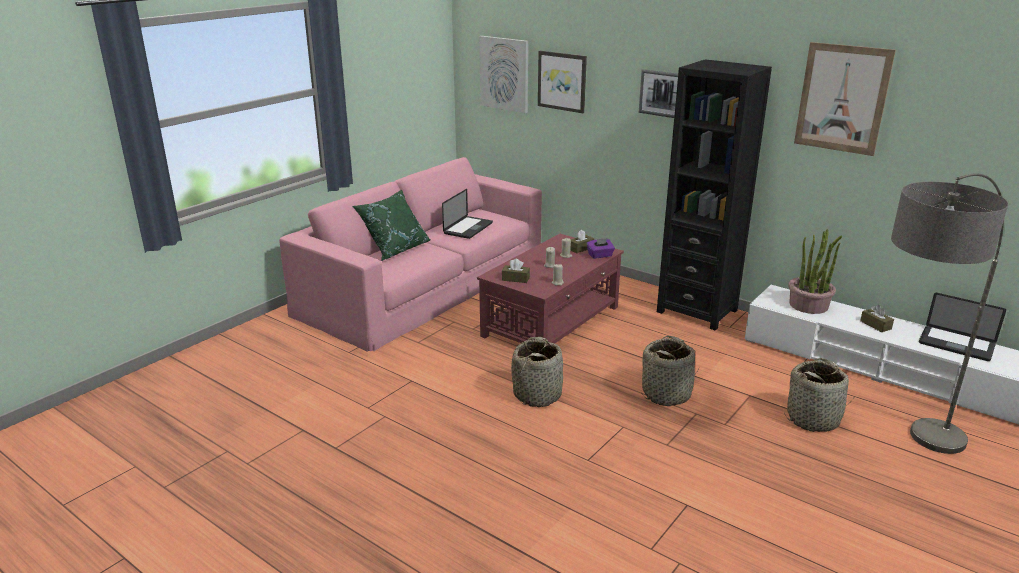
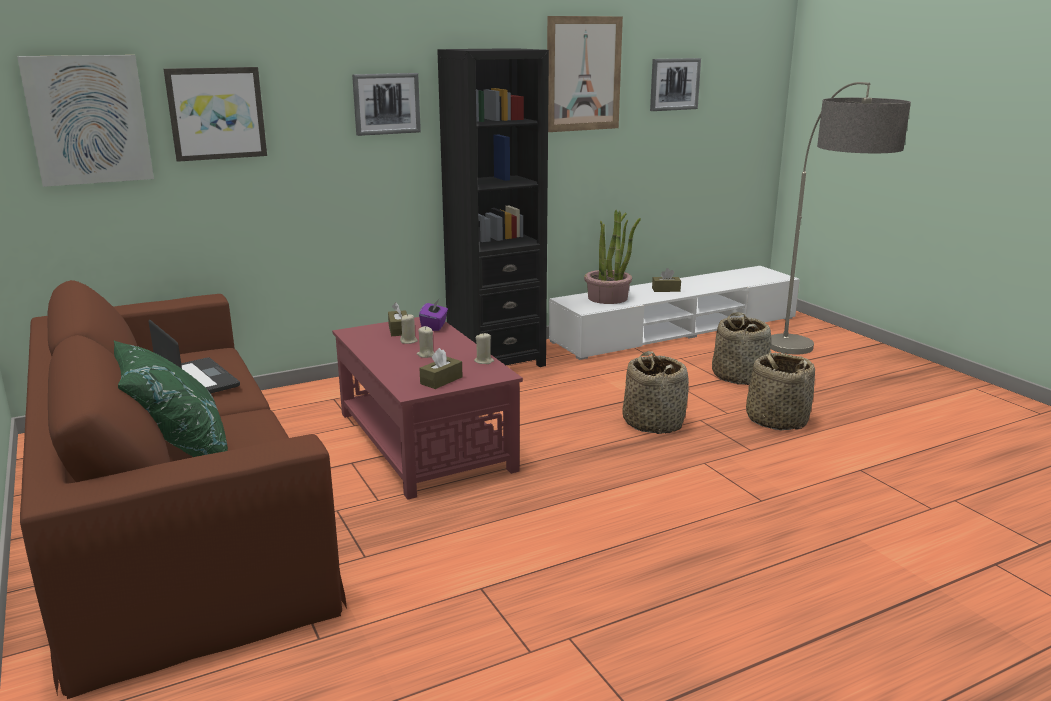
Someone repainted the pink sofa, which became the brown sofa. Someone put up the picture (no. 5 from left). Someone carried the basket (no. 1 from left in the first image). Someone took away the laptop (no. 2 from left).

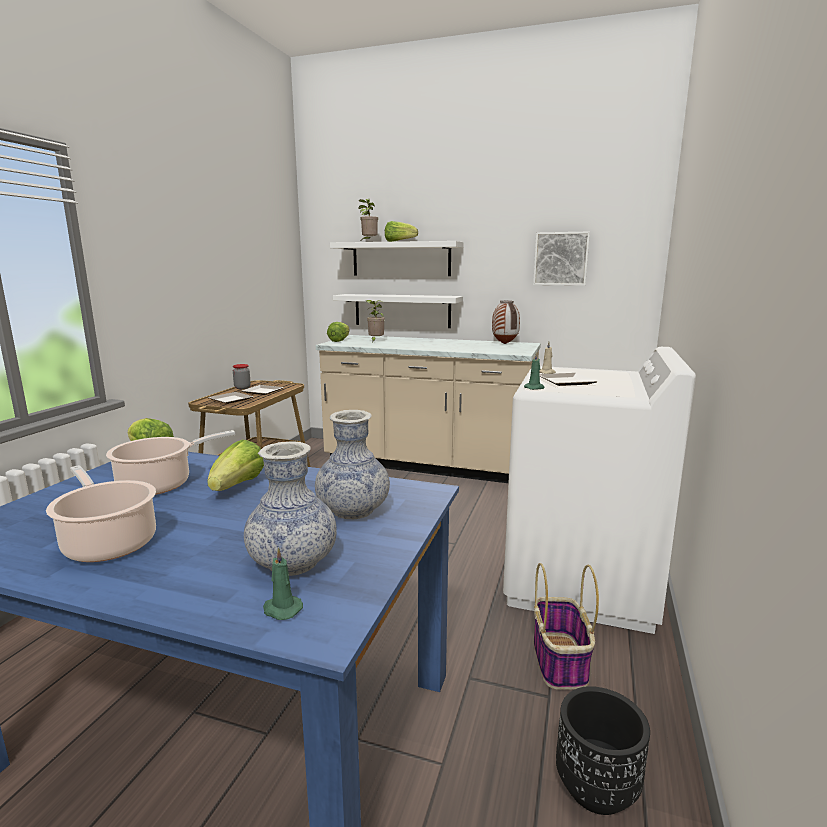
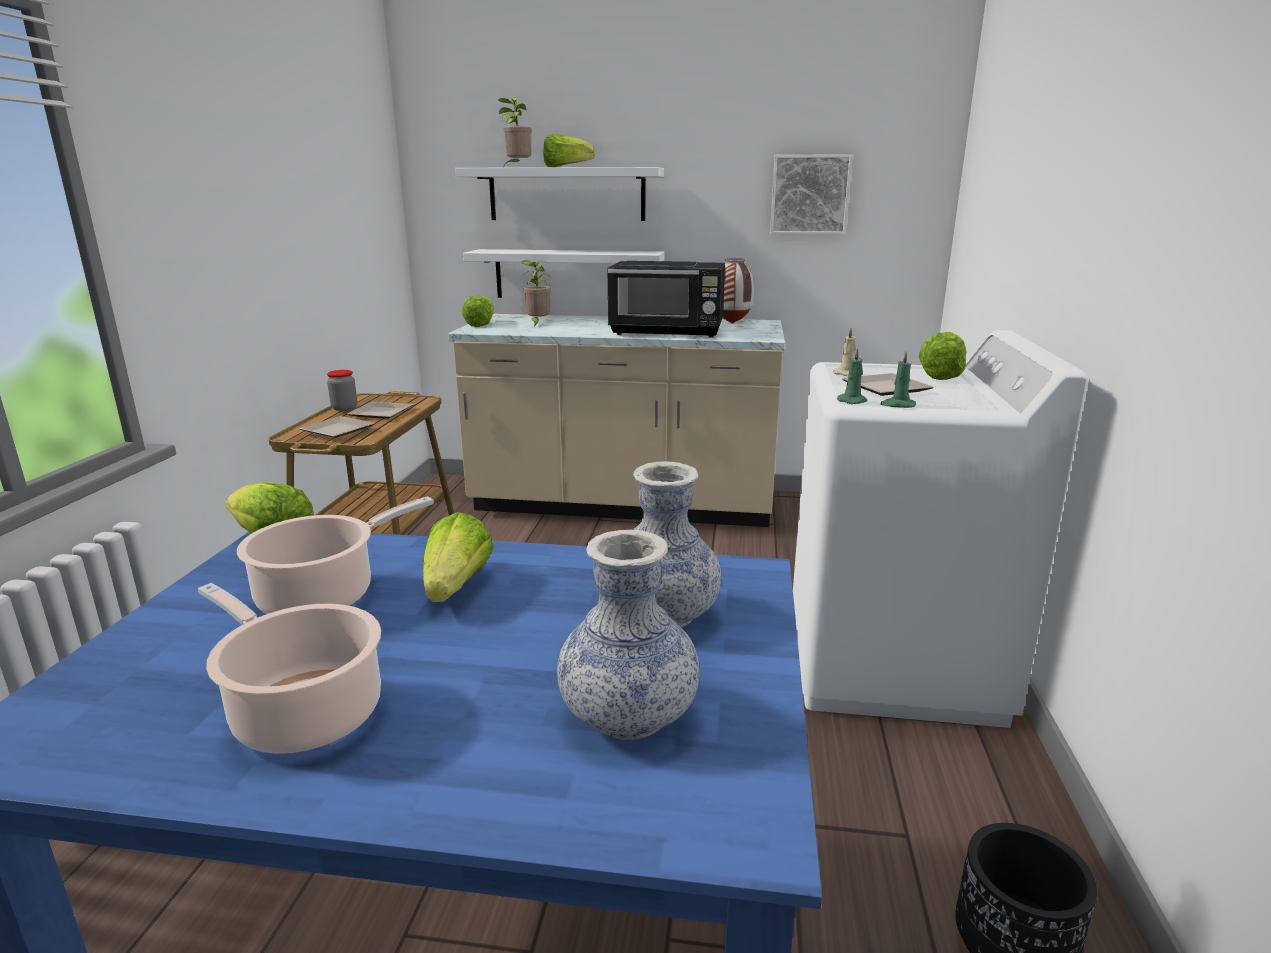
Someone put down the black microwave. Someone carried the green candle (no. 1 from left in the first image). Someone put down the lettuce (no. 5 from left). Someone took away the basket.

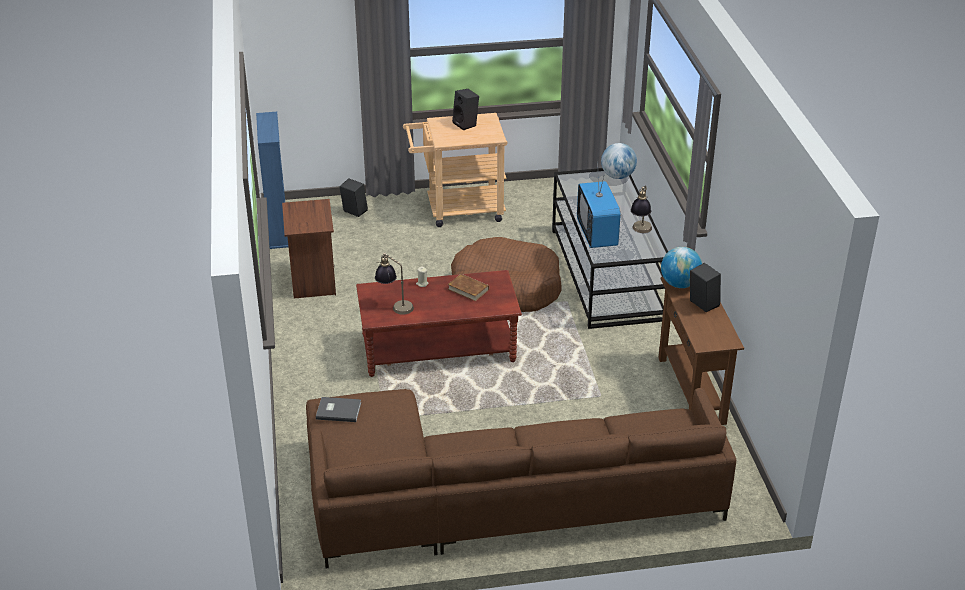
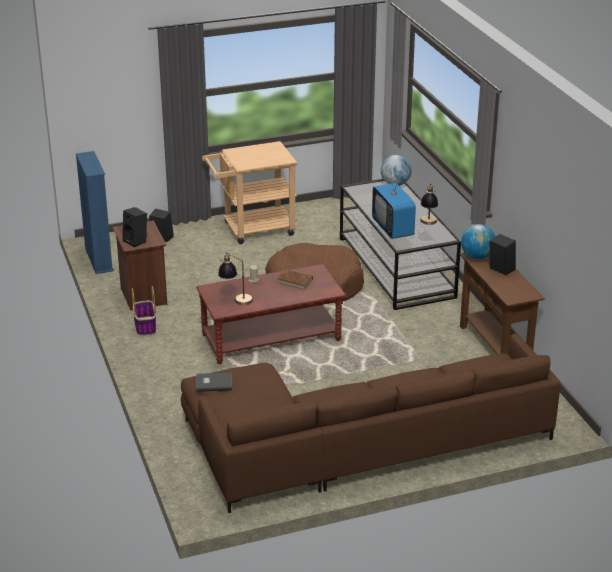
Someone carried the black speaker (no. 2 from left in the first image). Someone put down the basket.

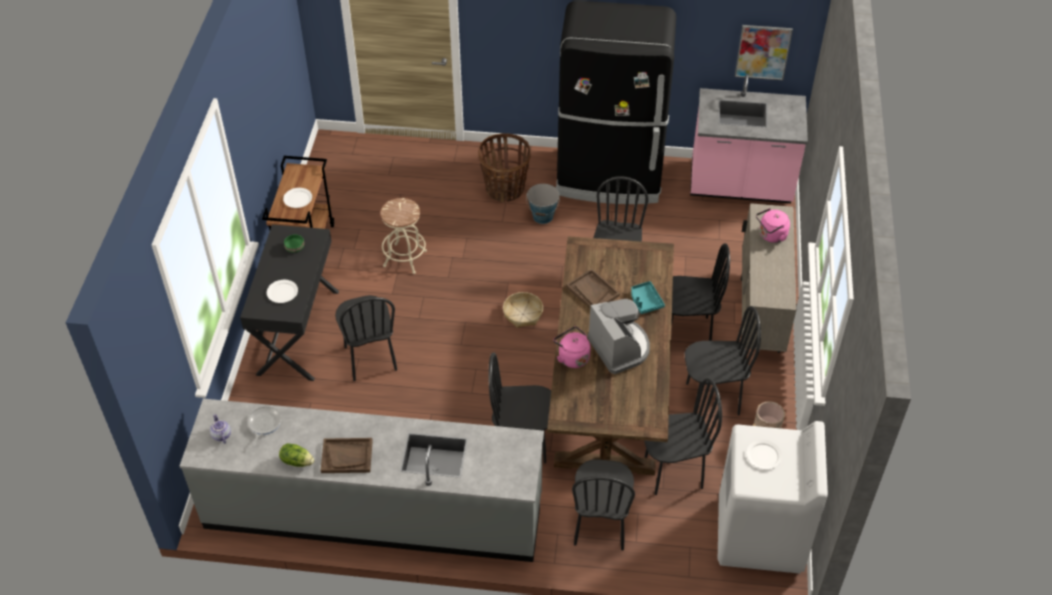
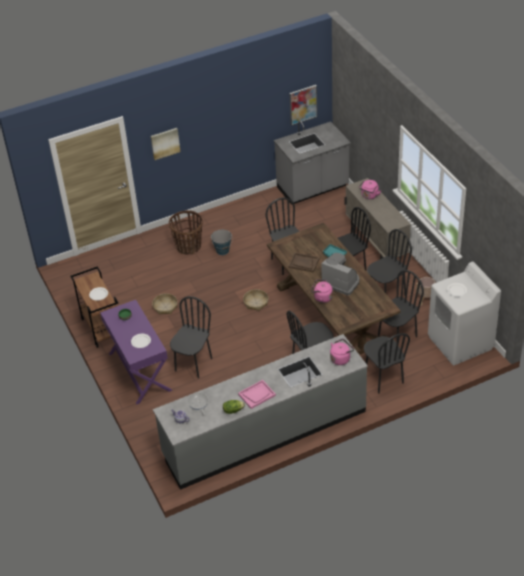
Someone repainted the black desk, which became the purple desk. Someone put up the picture (no. 1 from left). Someone swapped the beige stool for the basket (no. 1 from left). Someone rotated the black chair (no. 1 from left) by 105 degrees counterclockwise. Someone repainted the brown tray (no. 1 from left), which became the pink tray. Someone repainted the pink counter, which became the grey counter (no. 2 from left). Someone put down the pink kettle (no. 2 from left). Someone took away the black fridge.

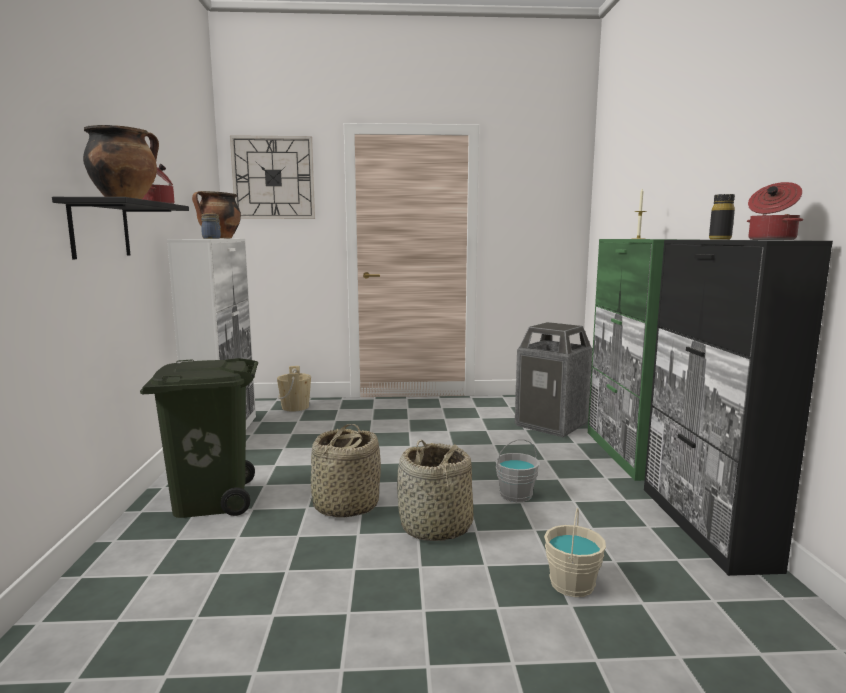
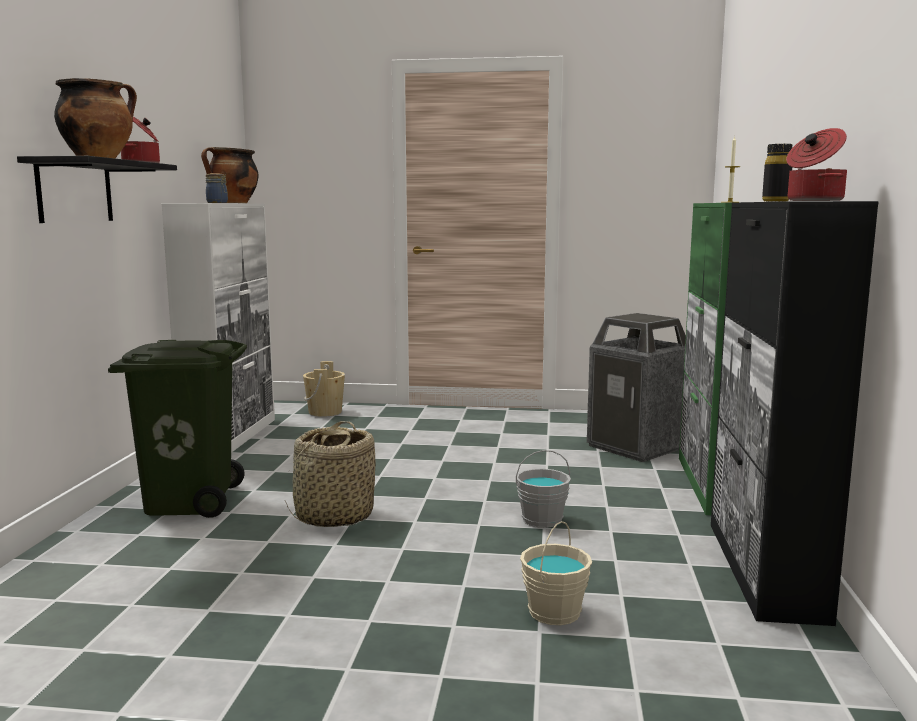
Someone took away the wall clock. Someone took away the basket (no. 2 from left).

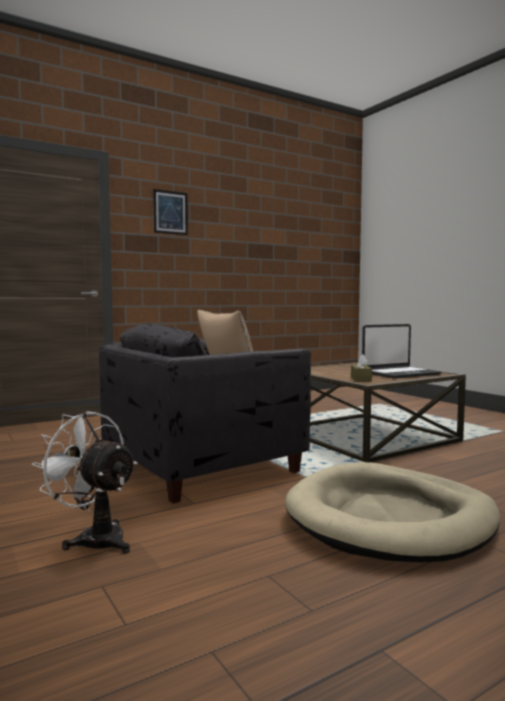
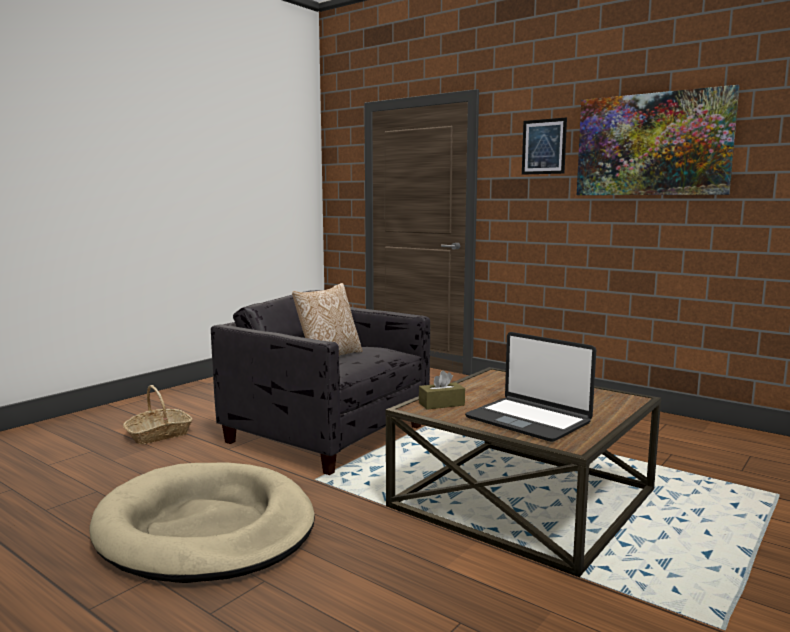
Someone swapped the white fan for the basket. Someone put up the picture (no. 2 from left).

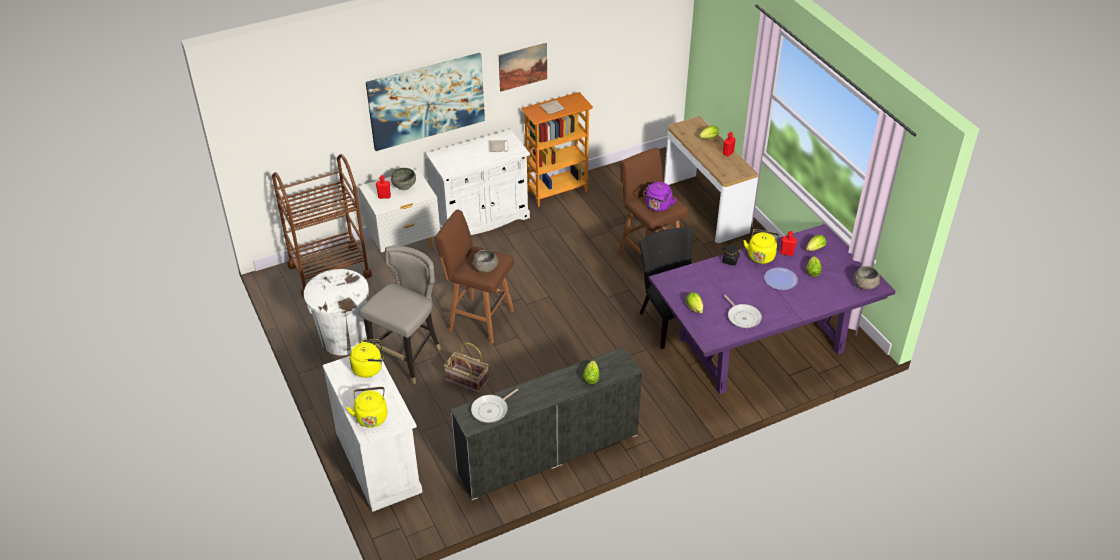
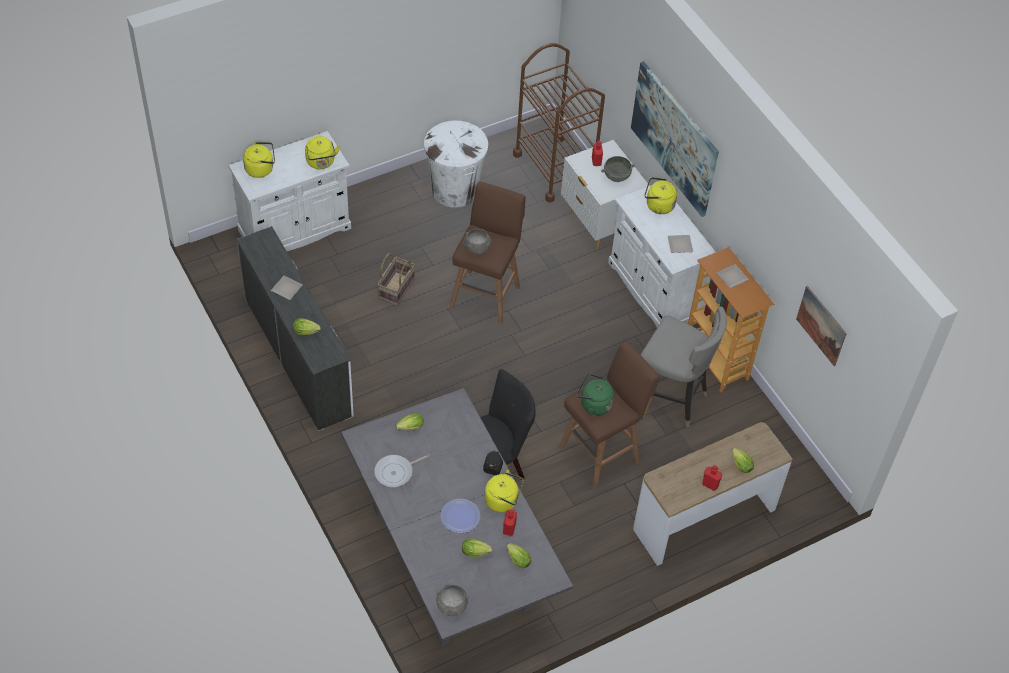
Someone put down the plate (no. 1 from left). Someone repainted the purple dining table, which became the grey dining table. Someone repainted the purple kettle, which became the green kettle. Someone carried the grey stool. Someone put down the yellow kettle (no. 4 from left). Someone carried the picture (no. 2 from left). Someone took away the frying pan (no. 1 from left).

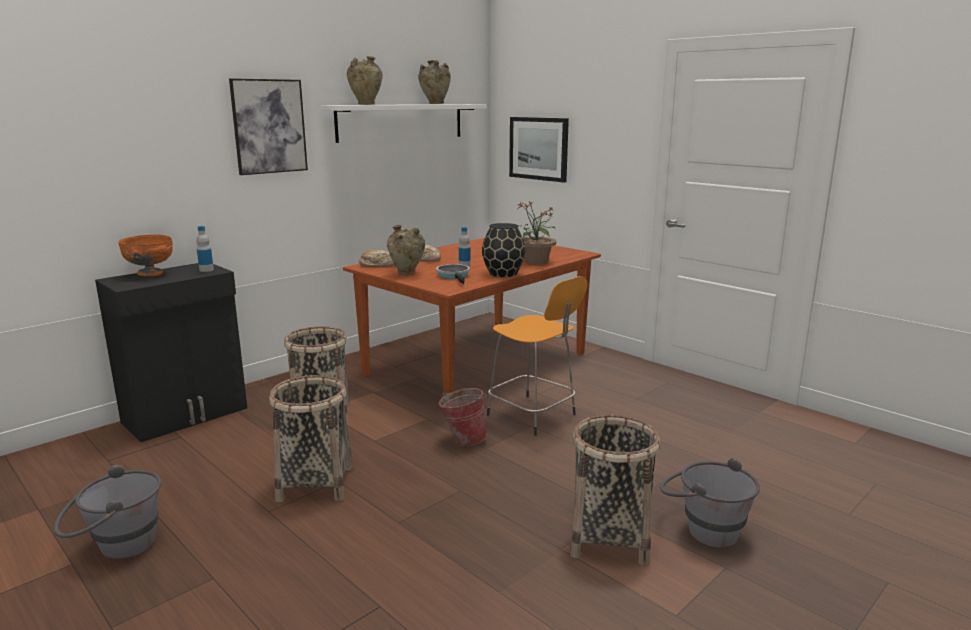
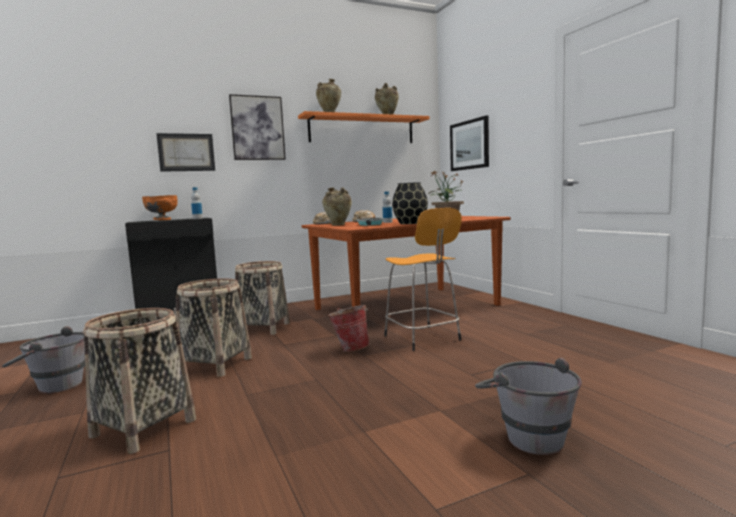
Someone carried the basket (no. 3 from left in the first image). Someone put up the picture (no. 1 from left). Someone repainted the white shelf, which became the orange shelf.

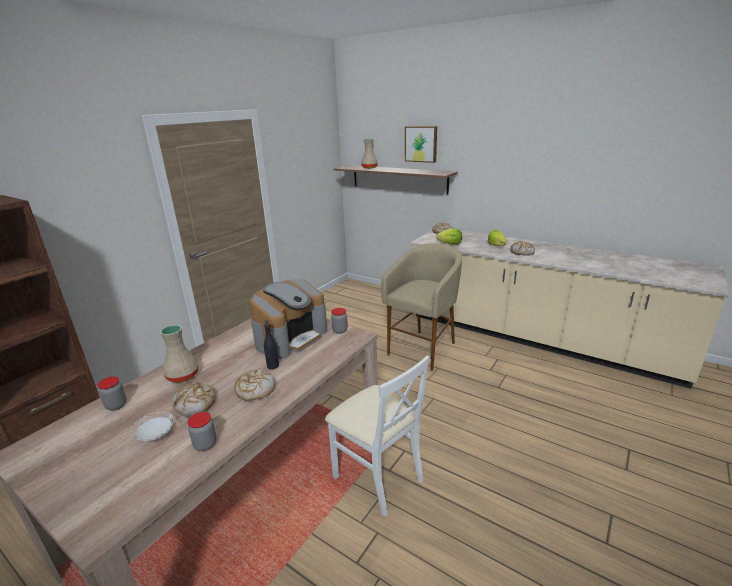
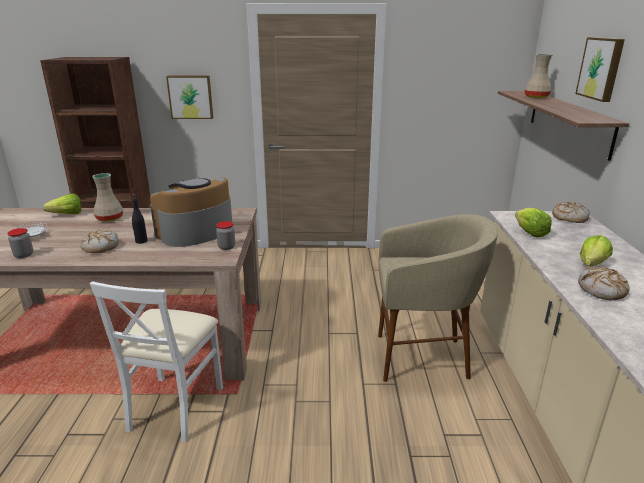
Someone swapped the jar (no. 1 from left) for the lettuce (no. 1 from left). Someone rotated the coffee machine by 135 degrees clockwise. Someone put up the picture (no. 1 from left). Someone took away the bread (no. 1 from left).

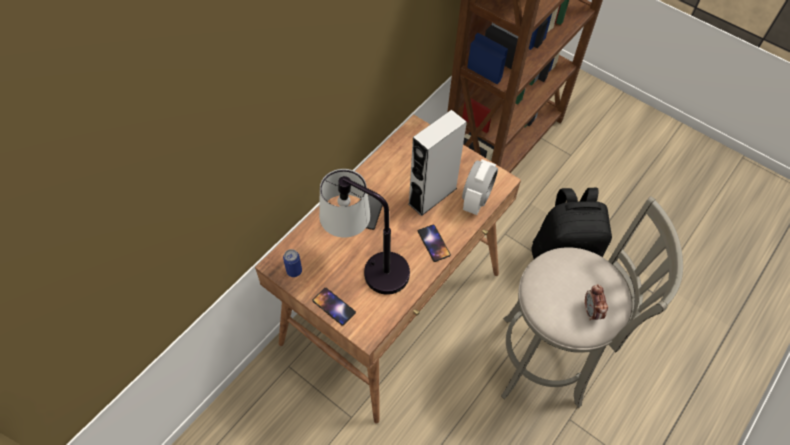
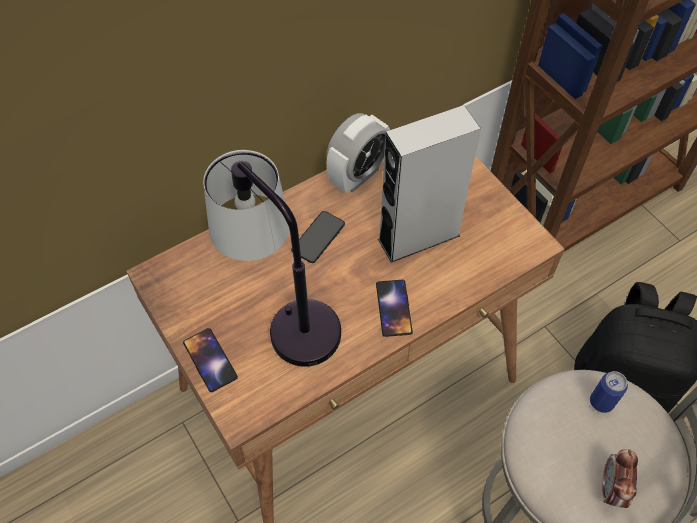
Someone carried the alarm clock (no. 1 from left). Someone carried the can.

